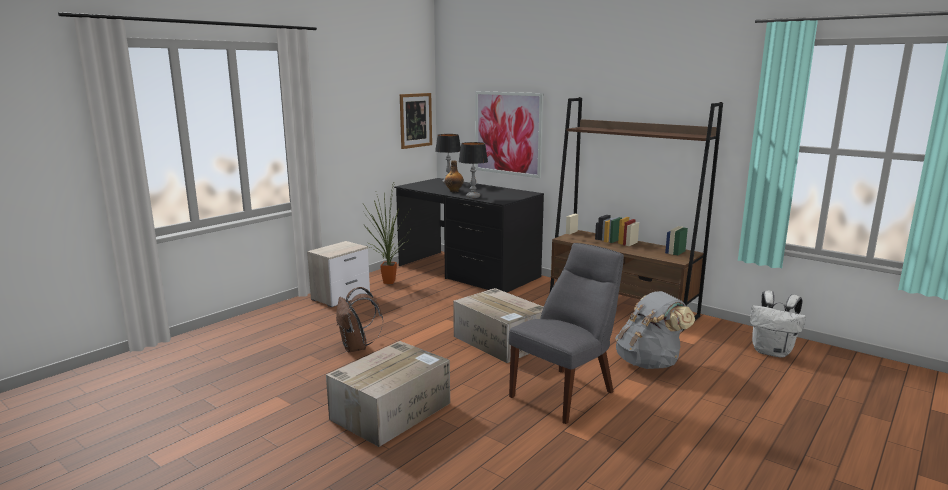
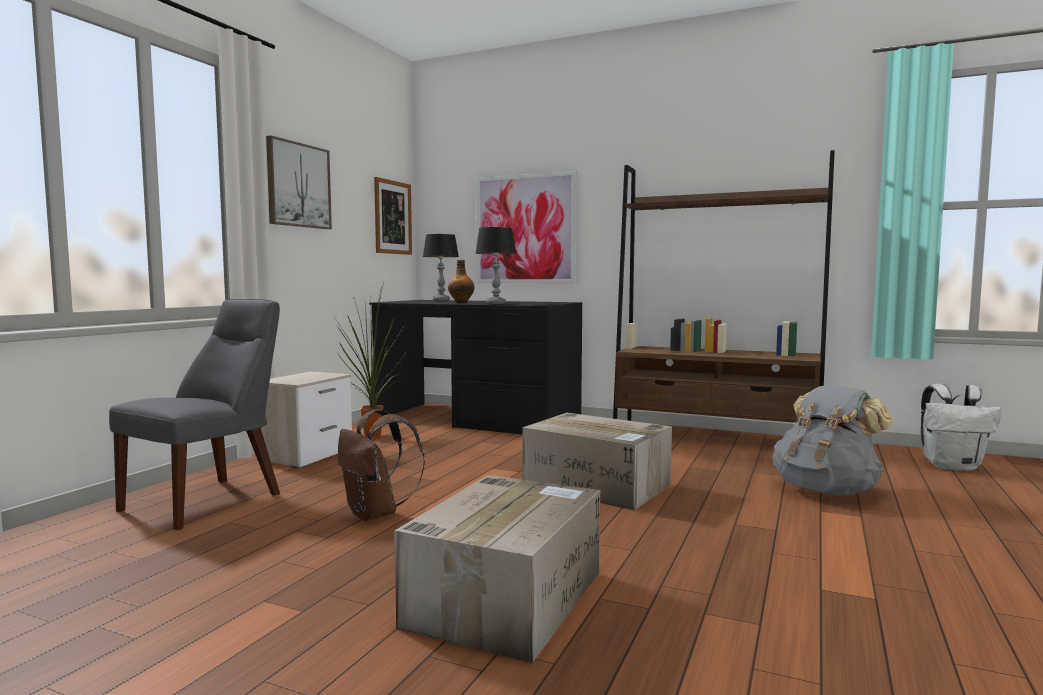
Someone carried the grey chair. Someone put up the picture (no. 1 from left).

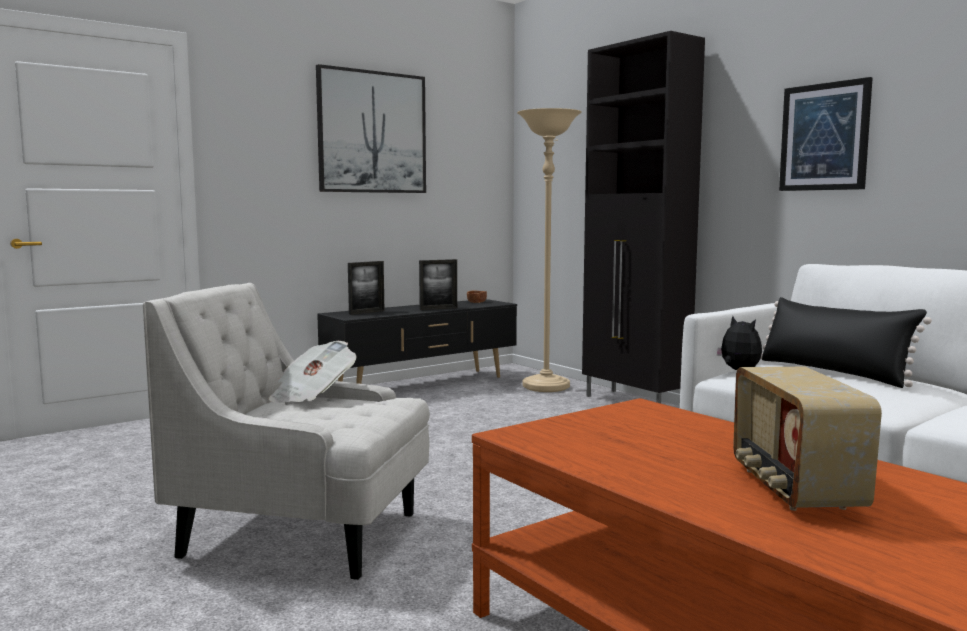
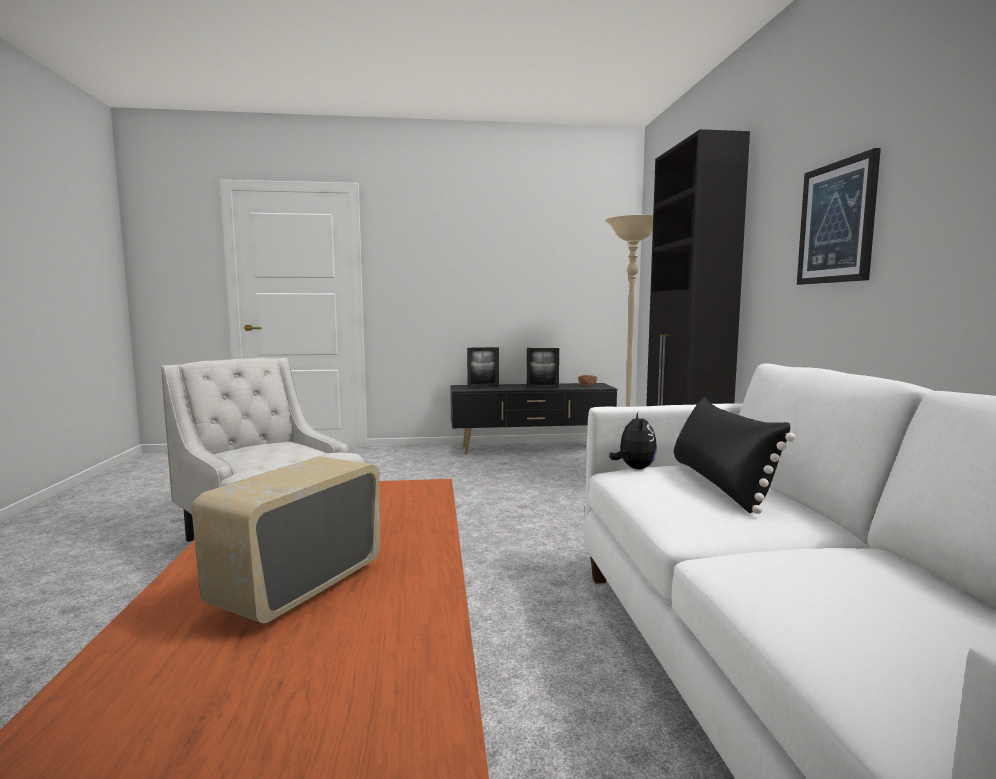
Someone took away the newspaper. Someone took away the picture (no. 1 from left).

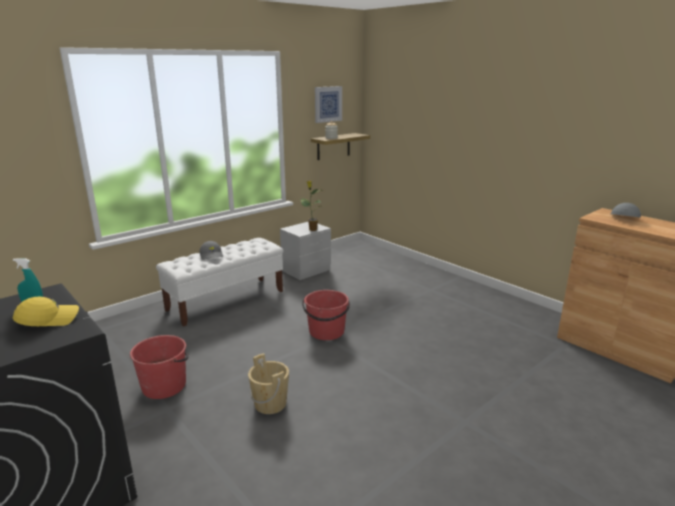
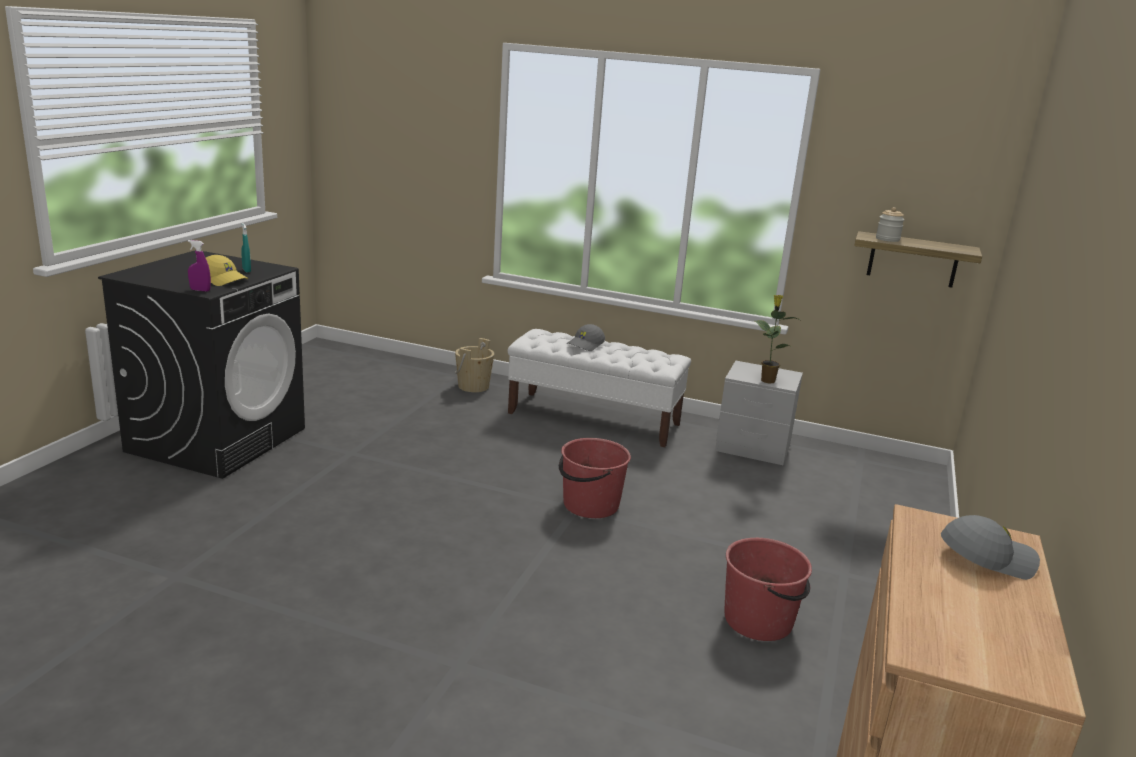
Someone put down the purple spray bottle. Someone carried the beige bucket. Someone carried the red bucket (no. 1 from left in the first image). Someone took away the picture.

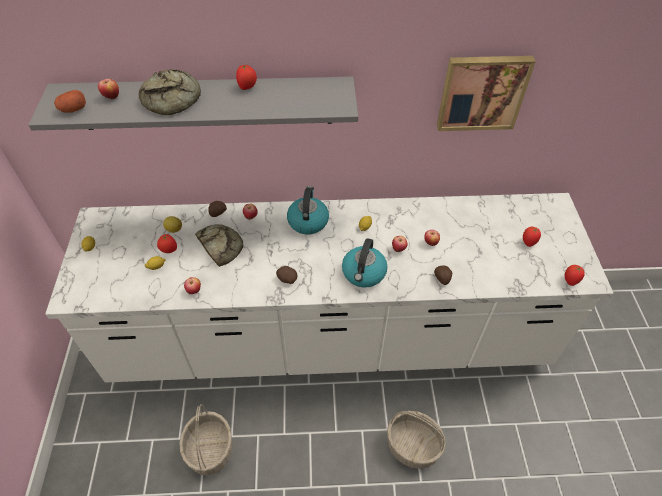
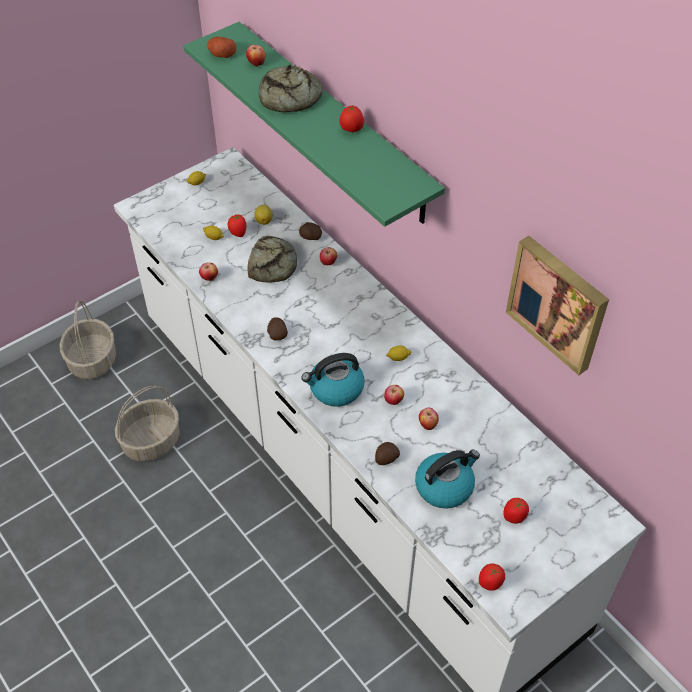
Someone carried the basket (no. 2 from left in the first image). Someone repainted the grey shelf, which became the green shelf. Someone carried the kettle (no. 1 from left in the first image).

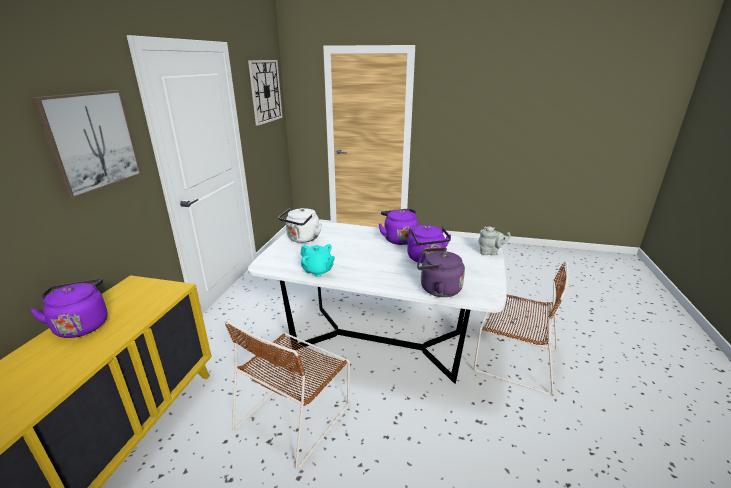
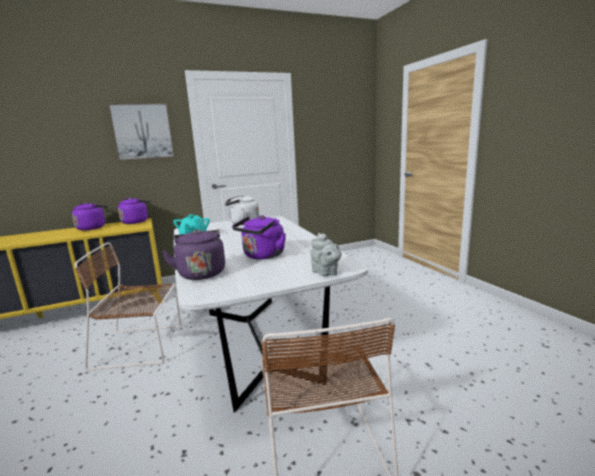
Someone carried the purple kettle (no. 2 from left). Someone took away the wall clock.

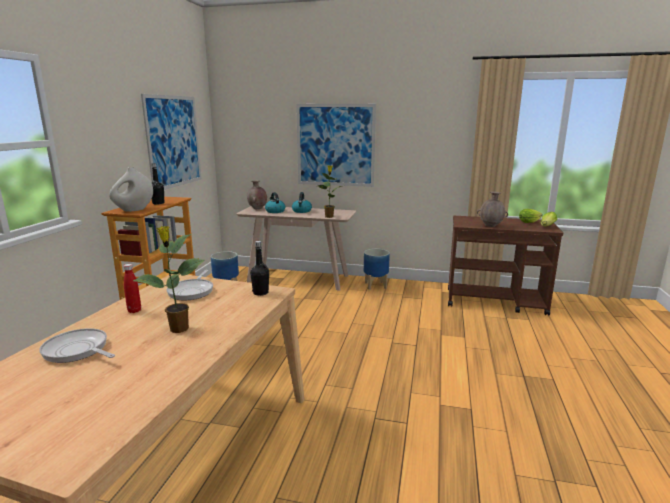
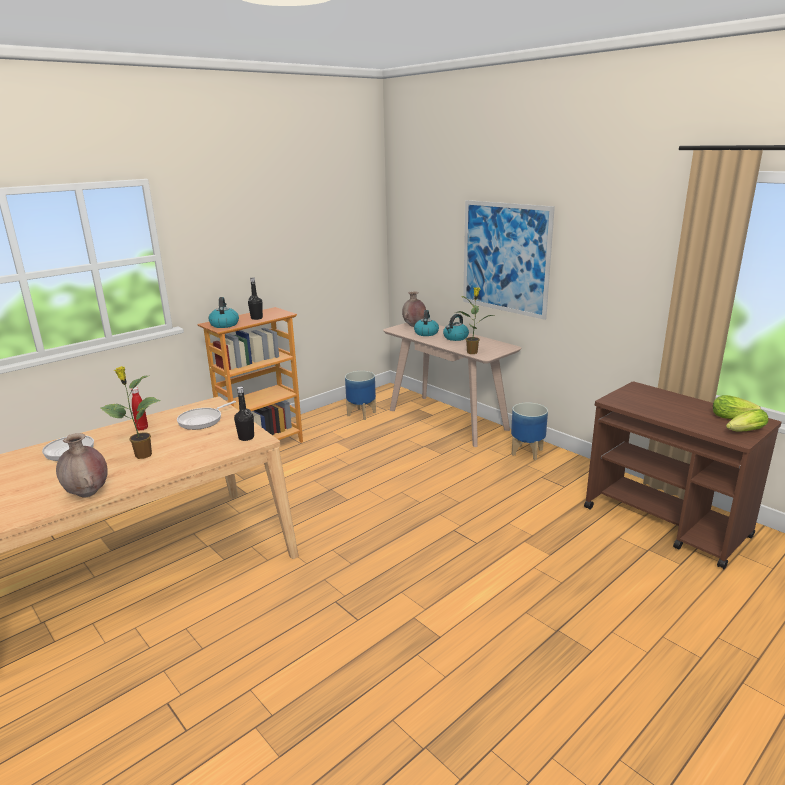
Someone carried the brown vase (no. 2 from left in the first image). Someone swapped the white vase for the kettle (no. 1 from left). Someone took away the picture (no. 1 from left).

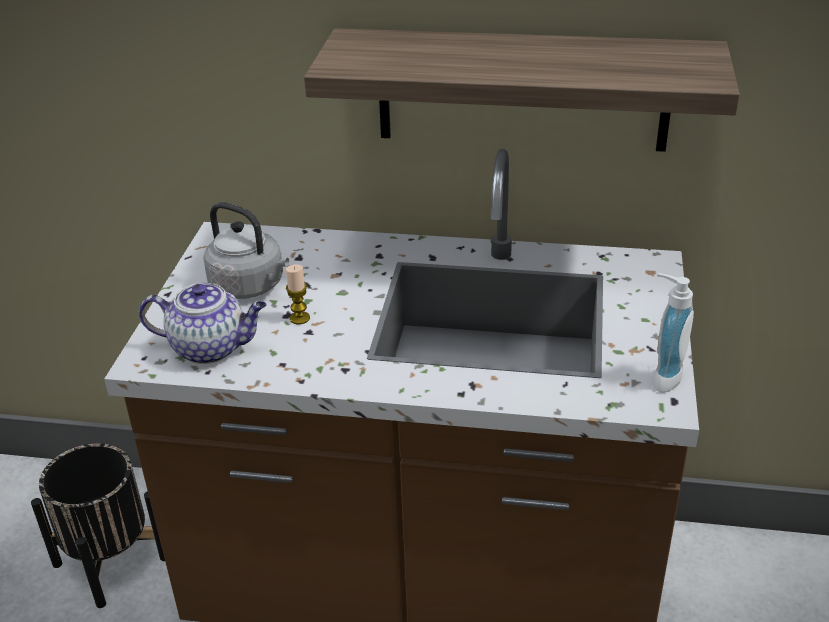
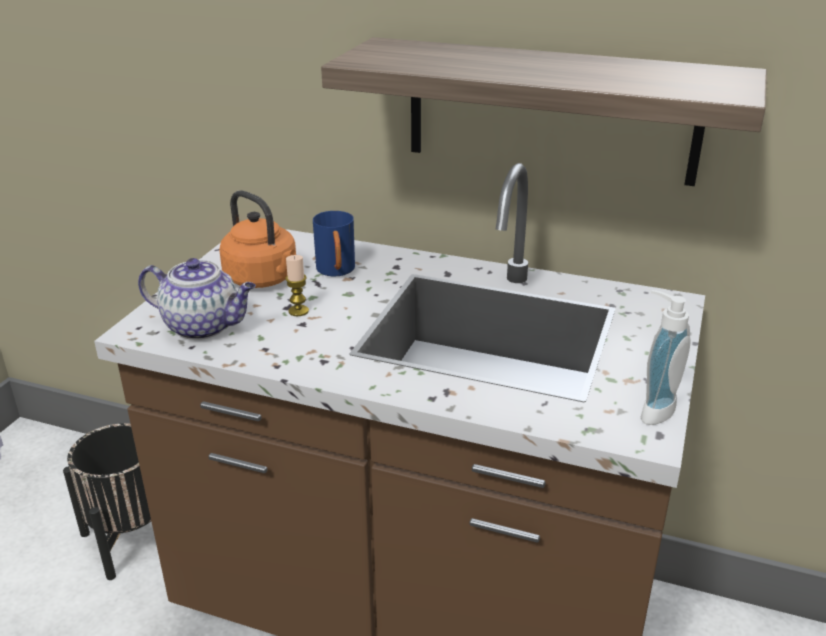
Someone repainted the grey kettle, which became the orange kettle. Someone put down the blue mug.

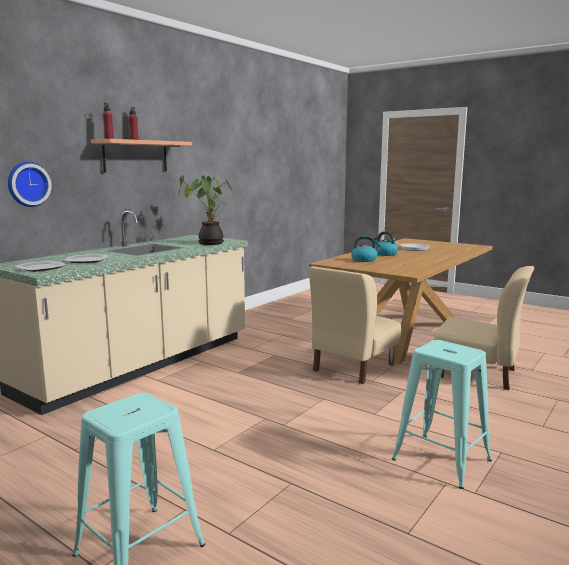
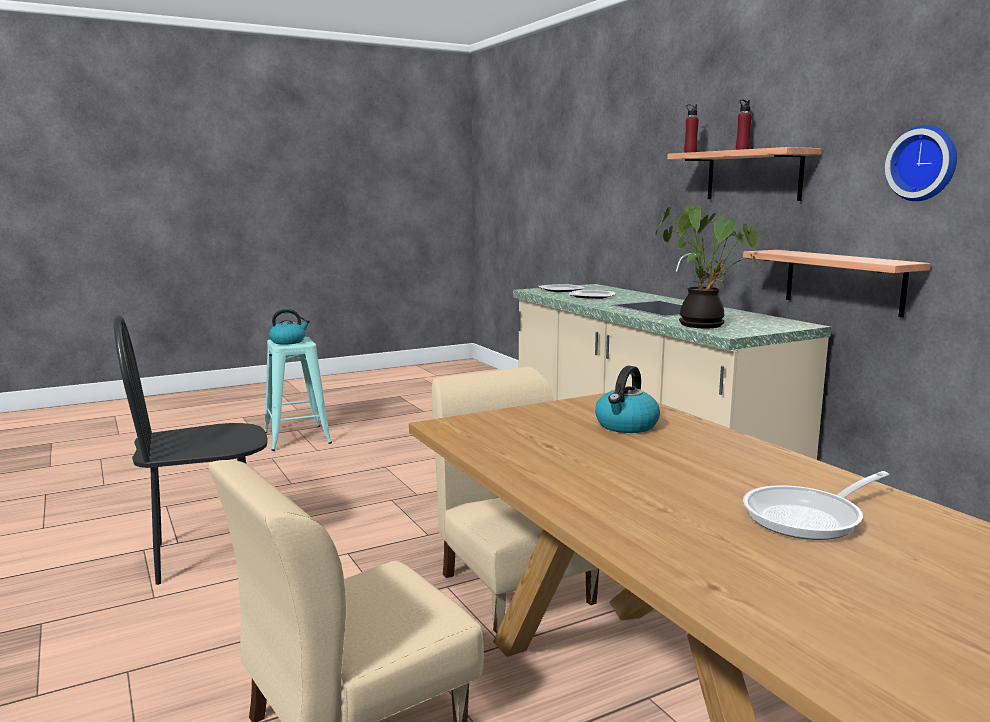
Someone swapped the turquoise stool (no. 2 from left) for the black chair. Someone carried the kettle (no. 2 from left in the first image). Someone put up the shelf (no. 2 from left). Someone carried the wall clock.

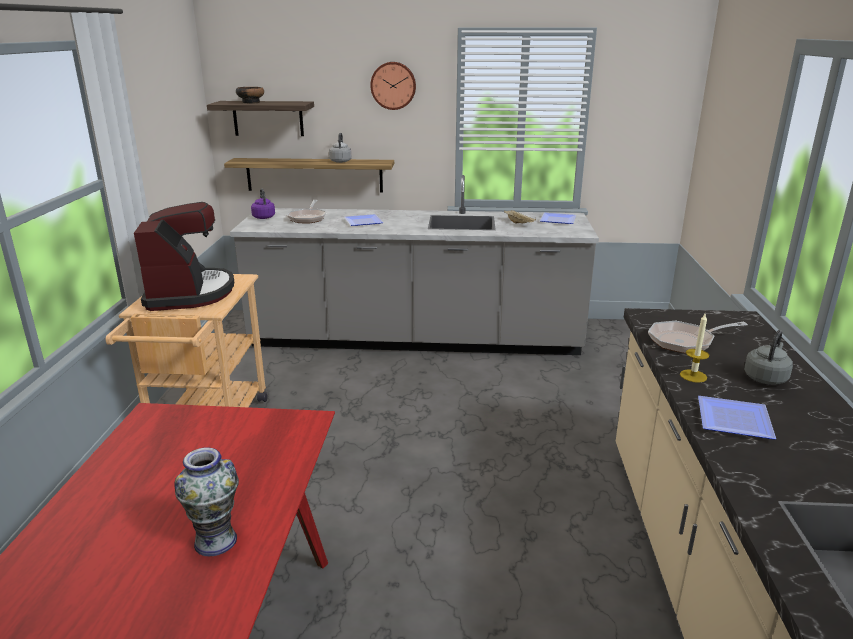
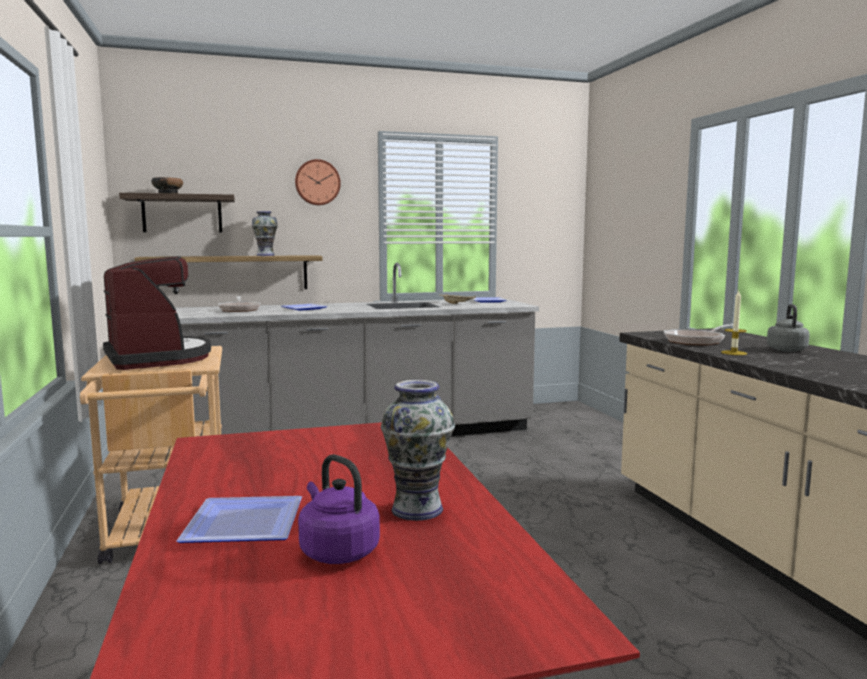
Someone carried the plate (no. 3 from left in the first image). Someone swapped the grey kettle (no. 1 from left) for the vase (no. 1 from left). Someone carried the purple kettle.

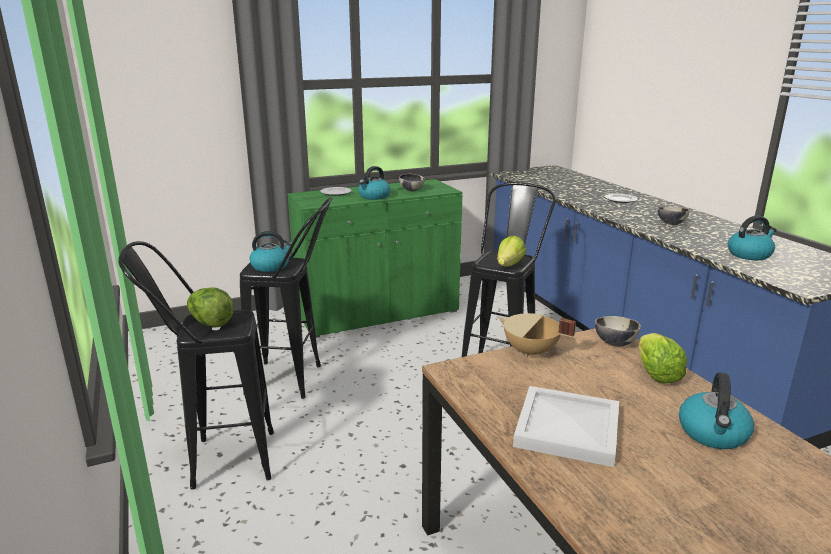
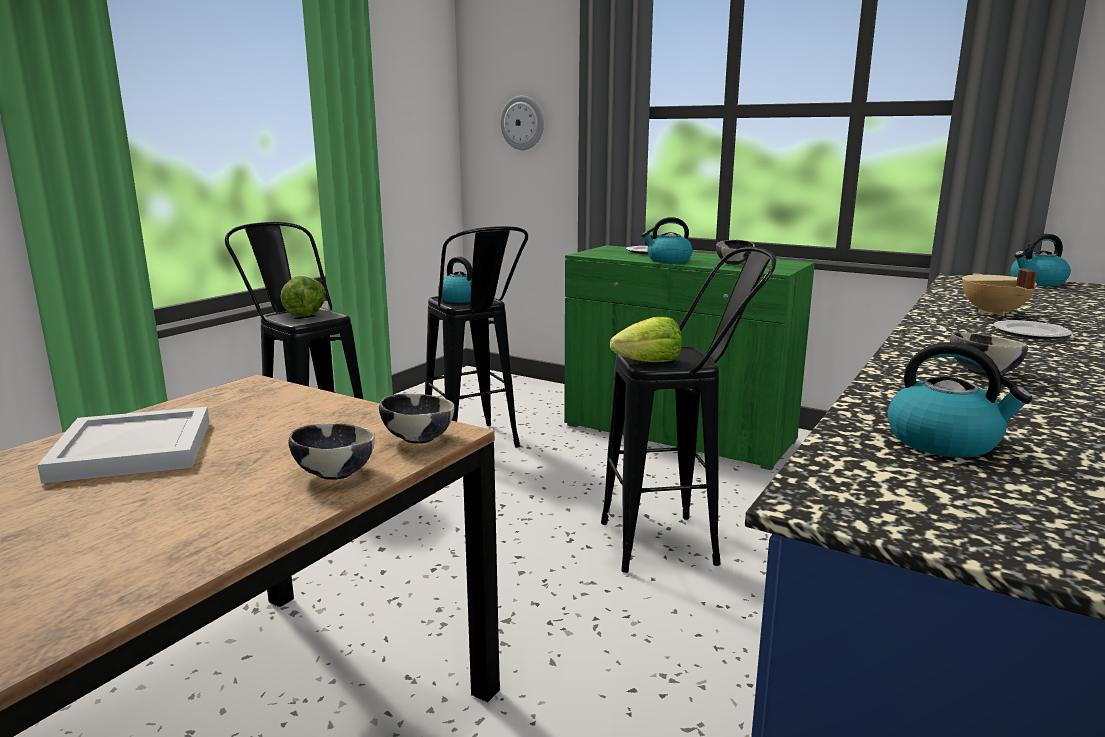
Someone swapped the lettuce (no. 3 from left) for the bowl (no. 1 from left). Someone put up the wall clock. Someone carried the beige cooking pot. Someone carried the kettle (no. 3 from left in the first image).

